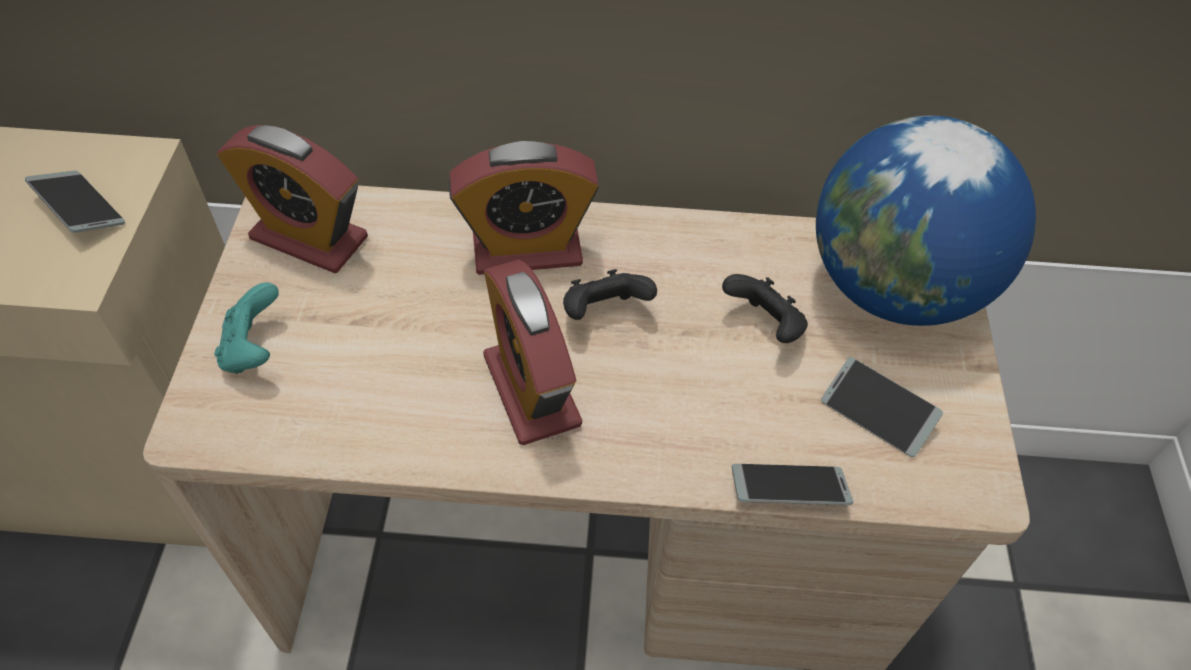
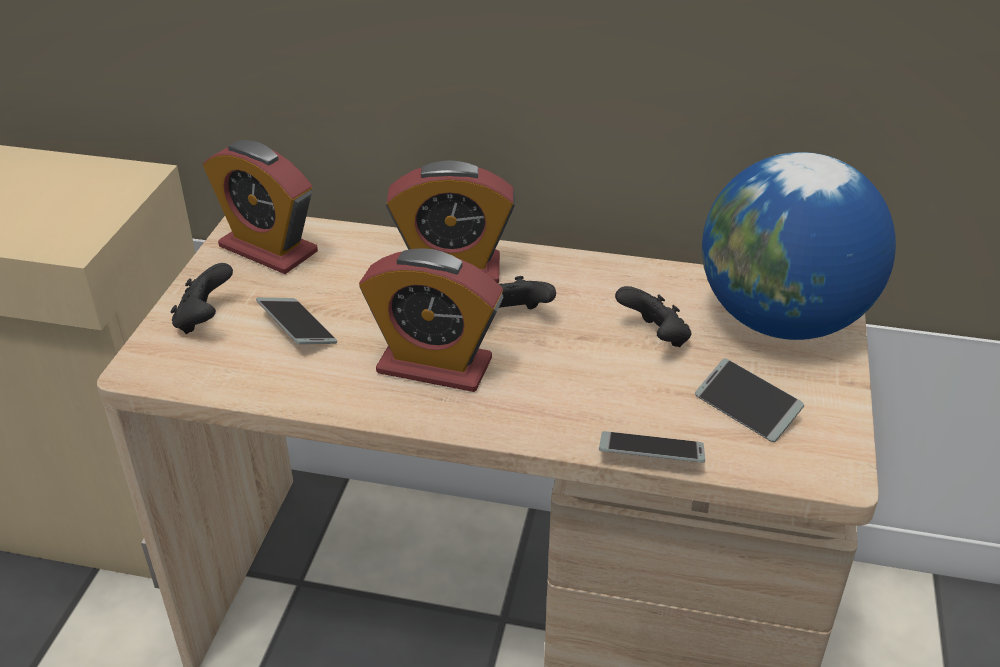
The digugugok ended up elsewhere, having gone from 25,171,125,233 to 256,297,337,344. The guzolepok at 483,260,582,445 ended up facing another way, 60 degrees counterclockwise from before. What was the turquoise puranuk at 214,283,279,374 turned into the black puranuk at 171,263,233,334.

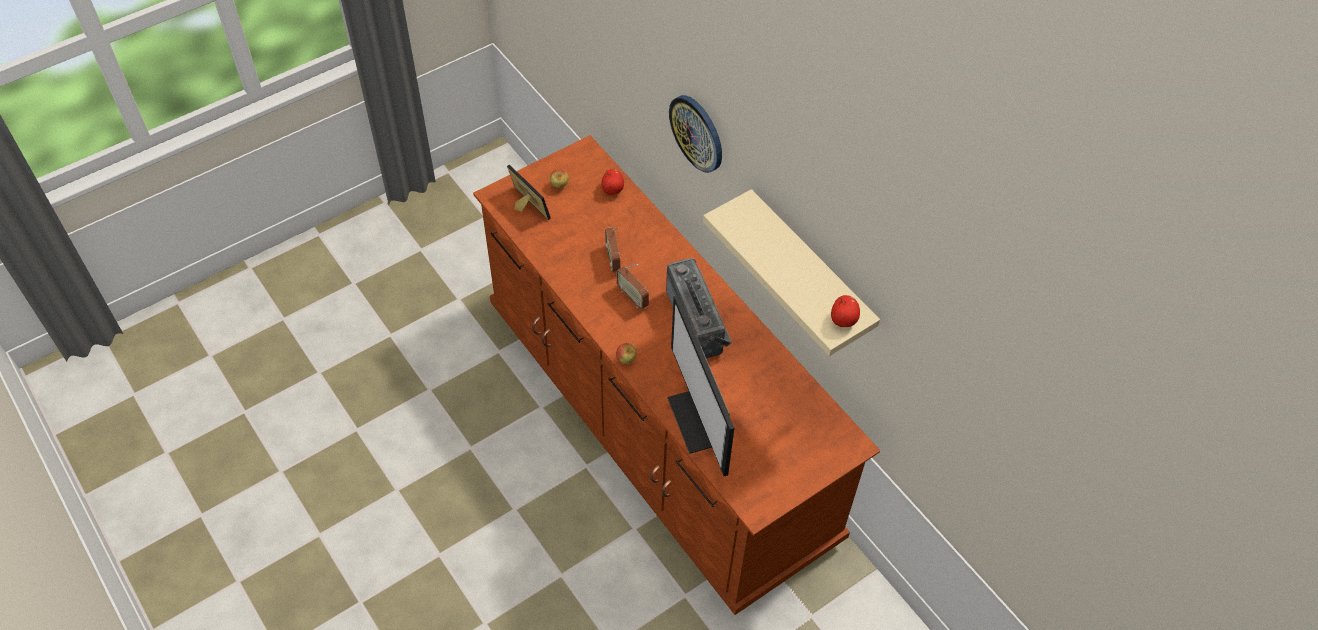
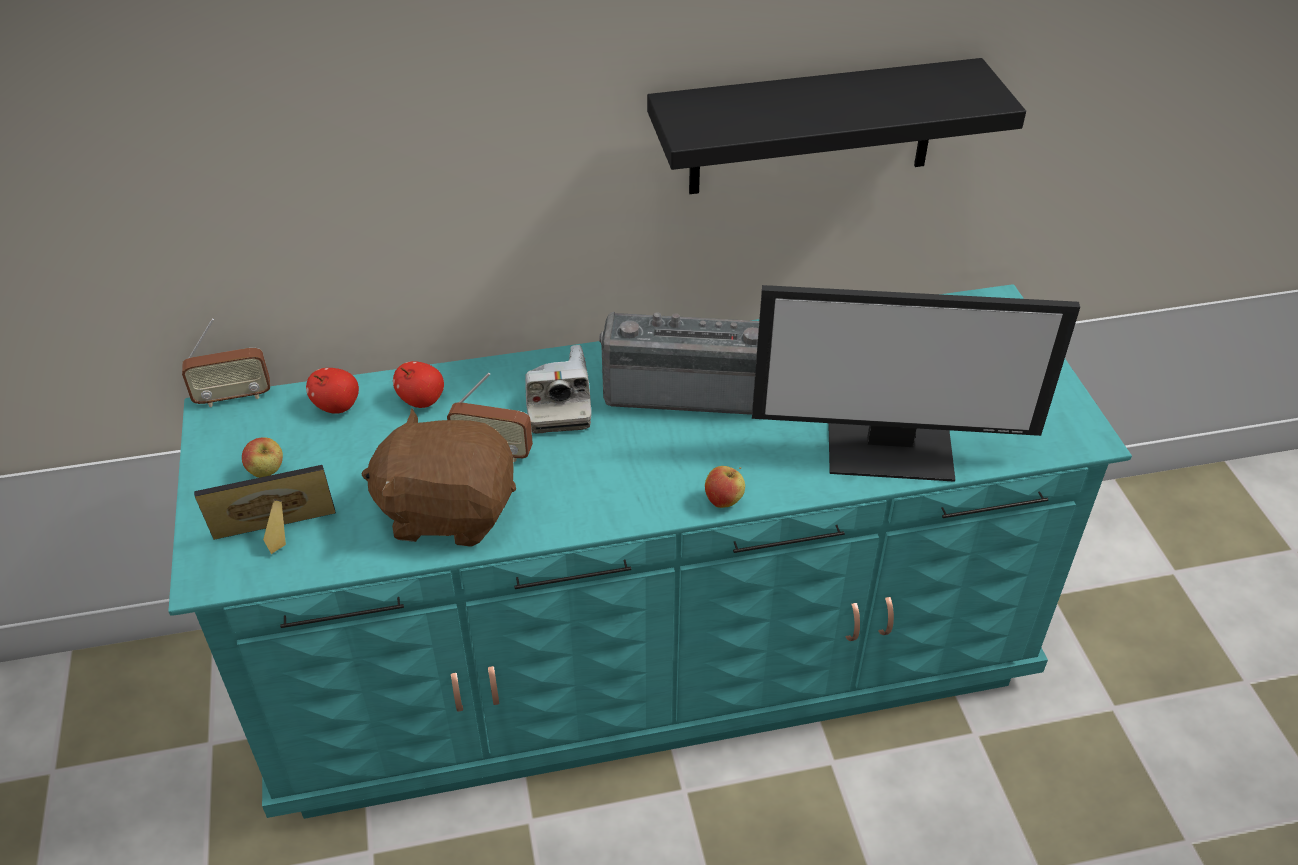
The second view lost the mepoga at 669,95,722,173. What was the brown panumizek at 473,135,880,615 turned into the turquoise panumizek at 168,284,1132,819. What was the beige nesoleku at 703,189,880,356 turned into the black nesoleku at 647,58,1026,194. The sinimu ended up elsewhere, having gone from 617,264,649,310 to 182,319,270,407. The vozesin ended up elsewhere, having gone from 831,295,860,327 to 393,361,444,408. The second view gained the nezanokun at 525,345,592,433. The second view gained the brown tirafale at 362,408,516,547.

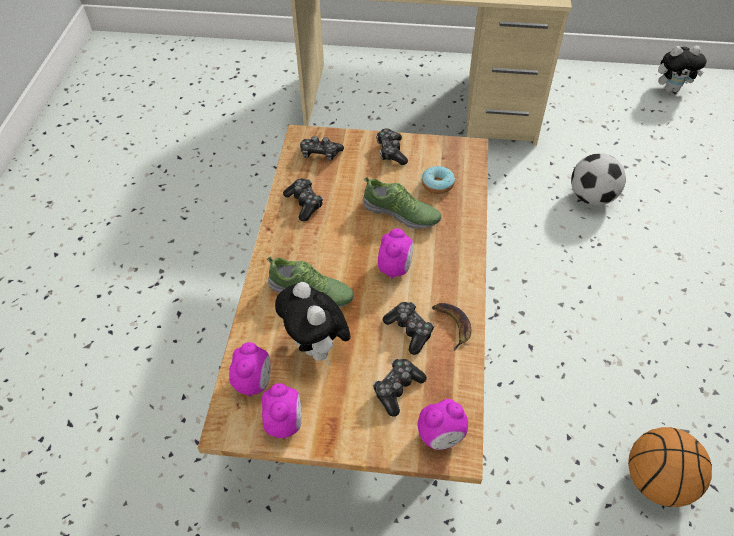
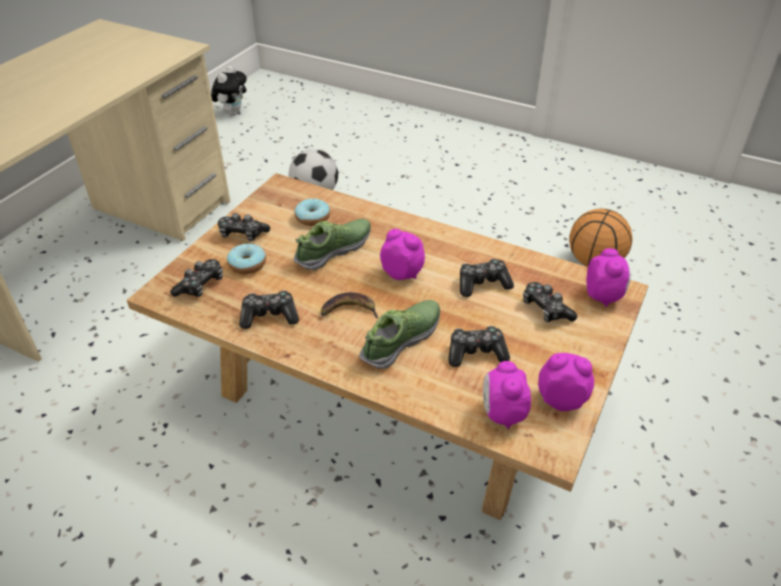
Where the tirafale stood at 275,282,350,365, the puranuk came to stand at 448,326,510,367. The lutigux ended up elsewhere, having gone from 432,303,471,351 to 321,292,378,318. The guzolepok at 229,342,271,397 ended up facing another way, 120 degrees counterclockwise from before. The second view gained the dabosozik at 227,243,266,274.

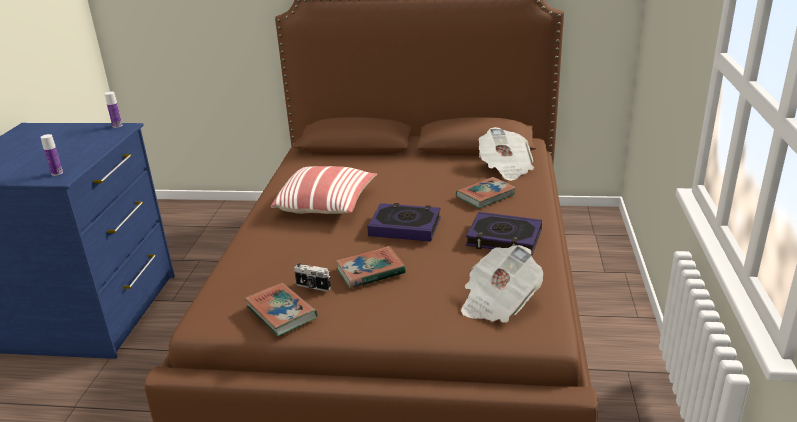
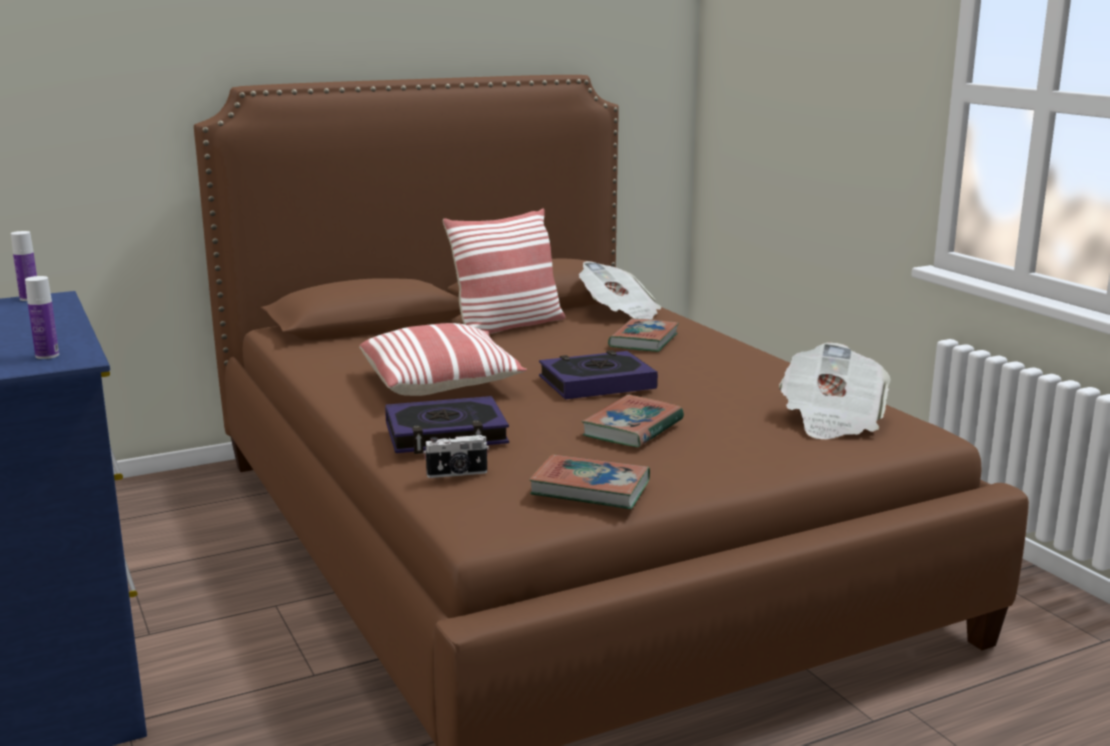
The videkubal ended up elsewhere, having gone from 466,212,542,255 to 385,396,509,454. The nezanokun ended up elsewhere, having gone from 294,263,331,291 to 423,435,489,478. The second view gained the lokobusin at 442,208,565,334.

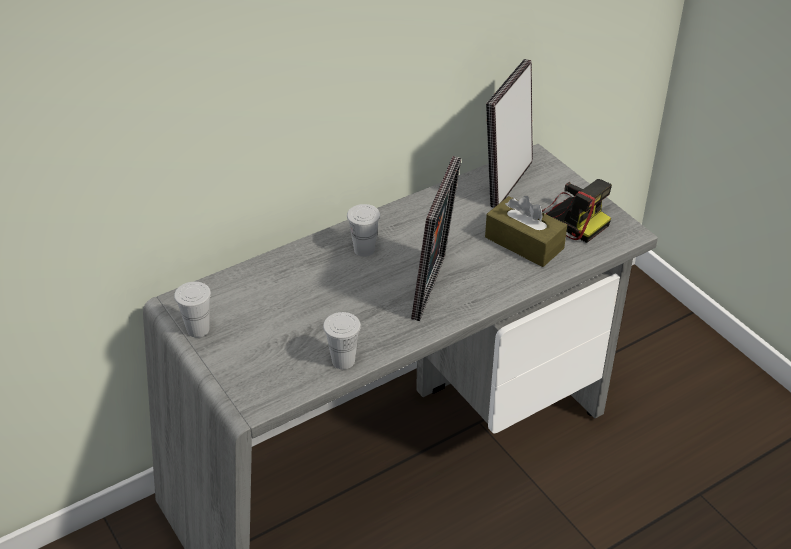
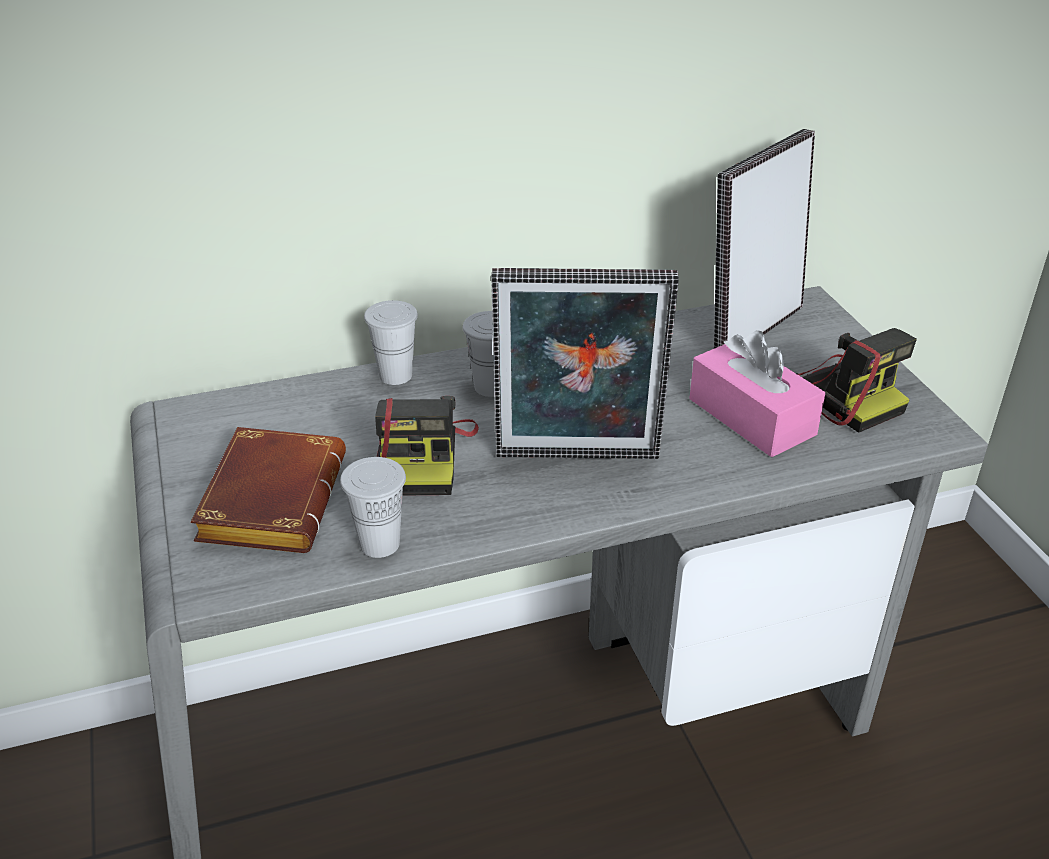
The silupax at 411,156,461,321 ended up facing another way, 60 degrees clockwise from before. What was the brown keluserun at 485,196,567,267 turned into the pink keluserun at 689,330,825,457. The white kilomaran ended up elsewhere, having gone from 174,282,211,338 to 364,300,418,385. The second view gained the nezanokun at 375,396,479,496. The second view gained the brown videkubal at 191,427,346,553.

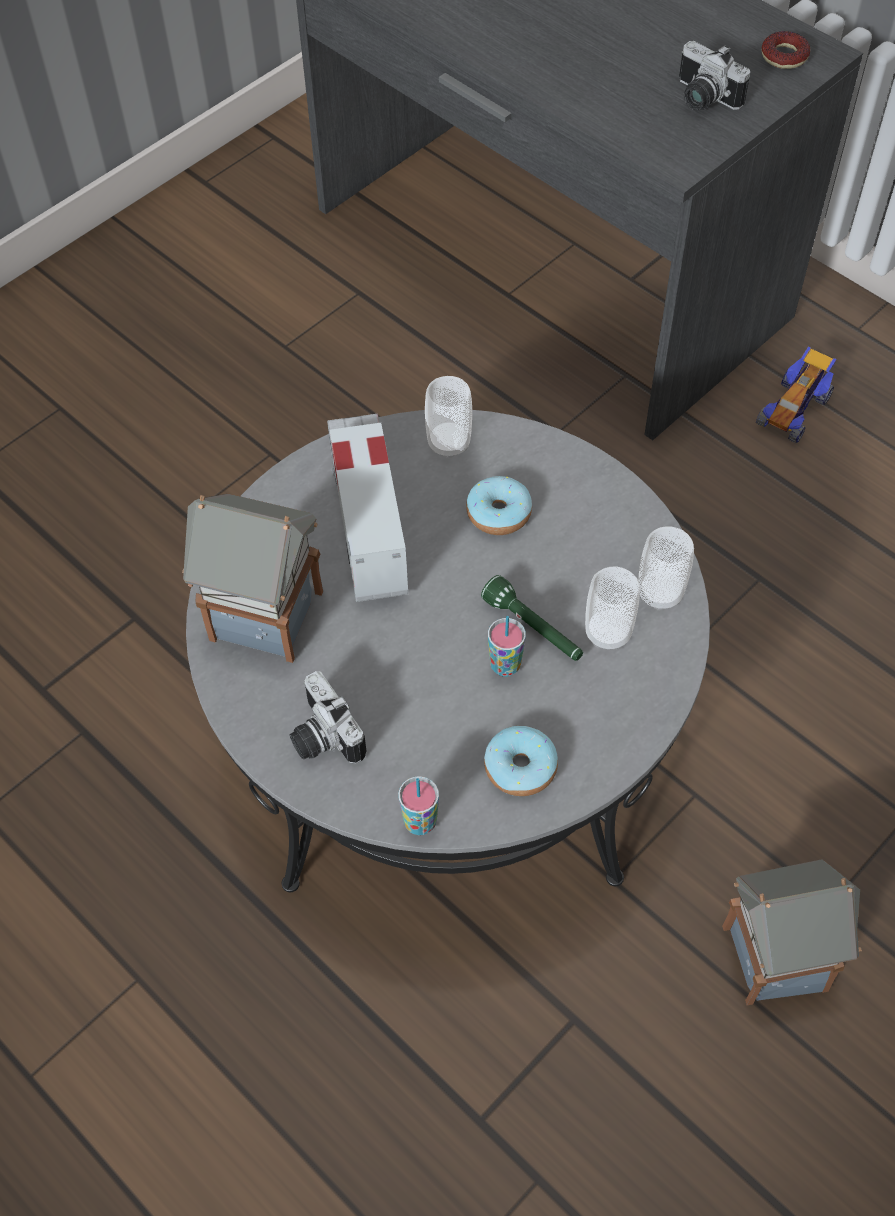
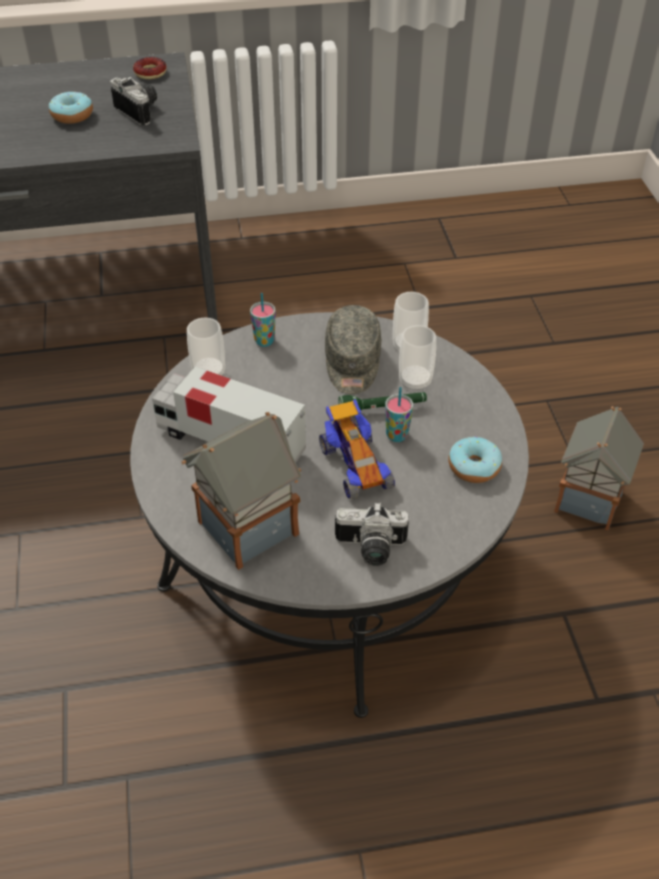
The nezanokun at 679,41,750,110 ended up facing another way, 120 degrees counterclockwise from before. The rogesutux ended up elsewhere, having gone from 756,347,837,443 to 319,399,395,499. The dabosozik ended up elsewhere, having gone from 466,476,532,535 to 49,92,93,124. The kilomaran ended up elsewhere, having gone from 398,776,439,835 to 250,293,275,347. The second view gained the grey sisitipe at 325,305,381,394.

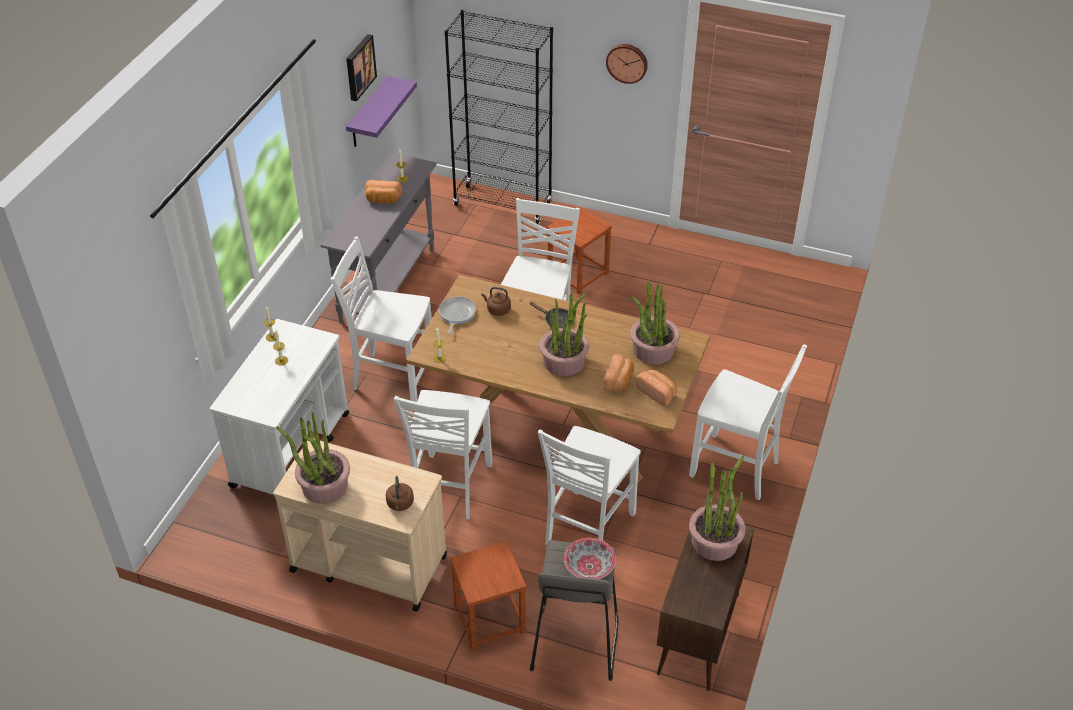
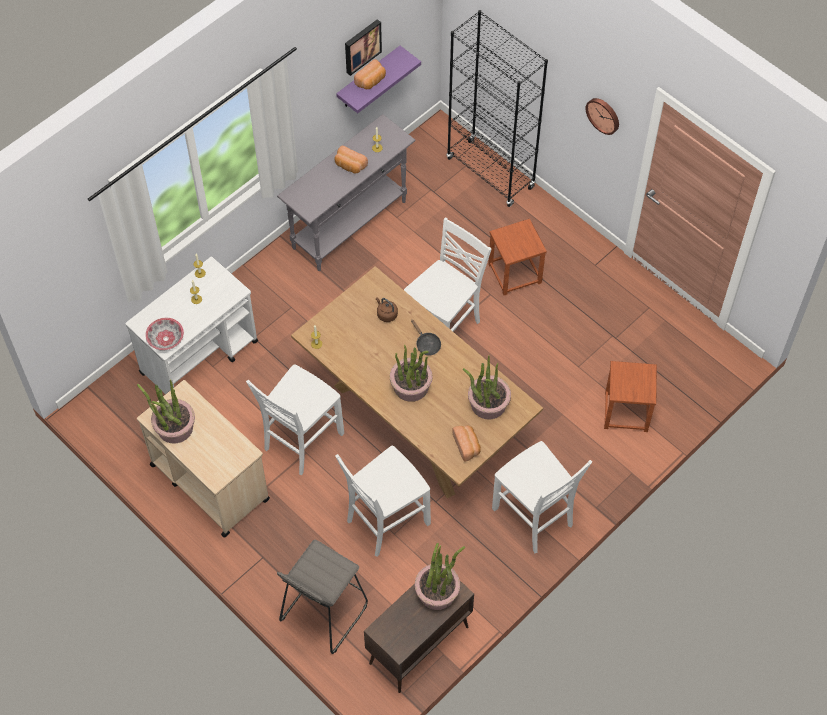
The second view lost the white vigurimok at 331,237,432,402. The second view lost the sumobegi at 439,297,476,334. The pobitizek ended up elsewhere, having gone from 603,354,634,392 to 354,59,386,89. The second view lost the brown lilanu at 386,476,414,511. The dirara ended up elsewhere, having gone from 564,538,616,579 to 145,318,184,350. The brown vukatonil ended up elsewhere, having gone from 450,541,527,649 to 604,361,657,432.

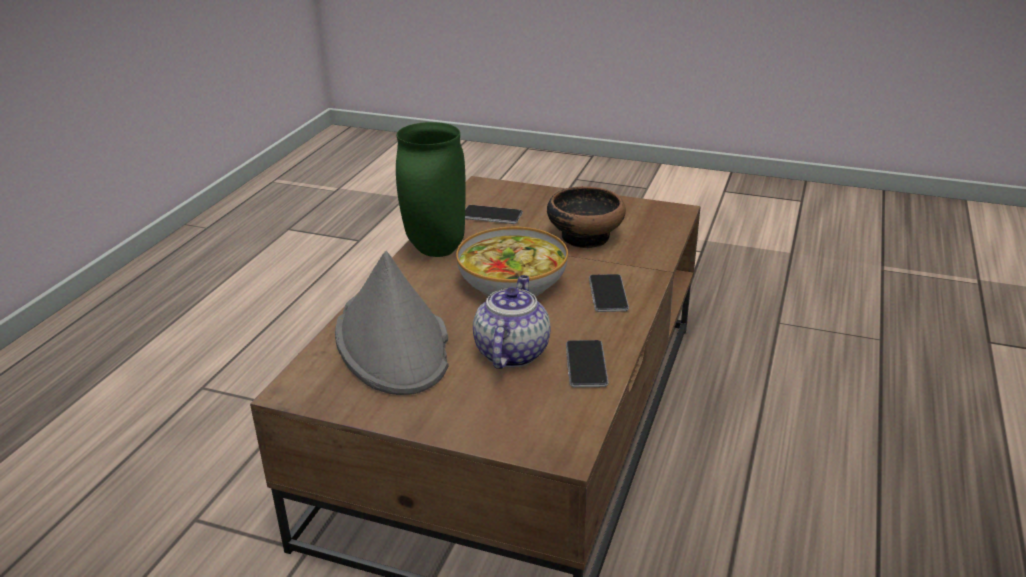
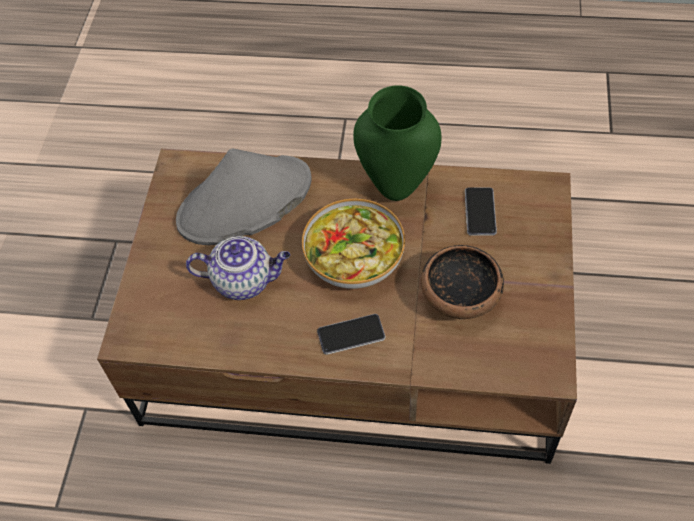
The second view lost the digugugok at 566,340,609,388.

